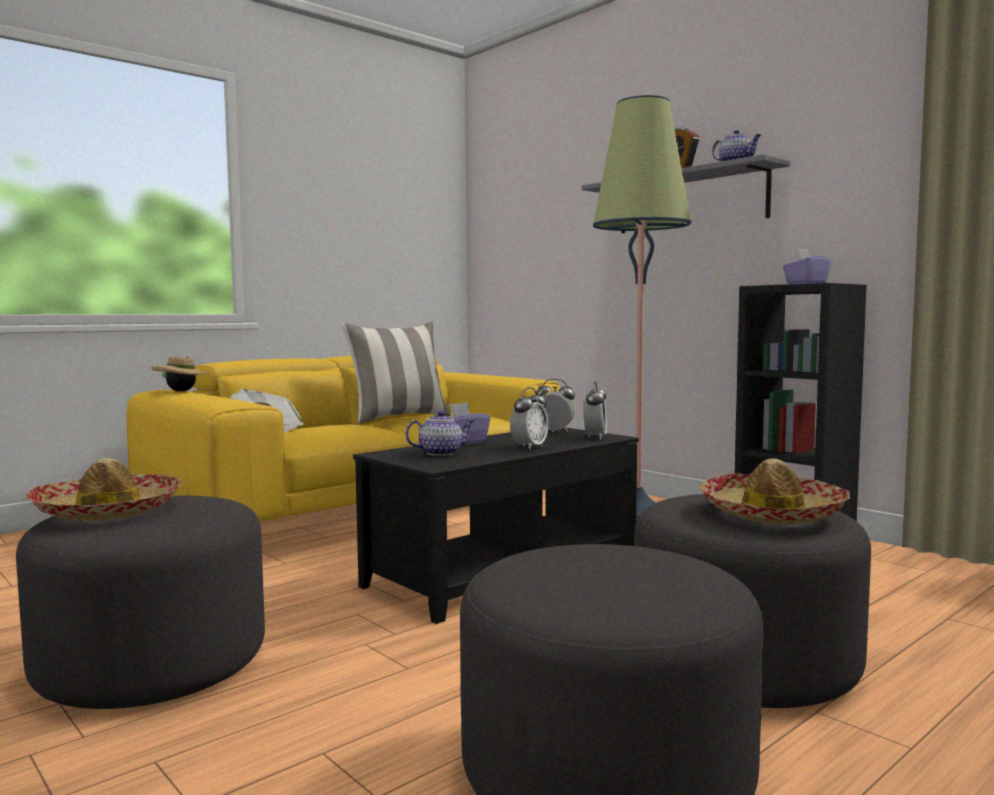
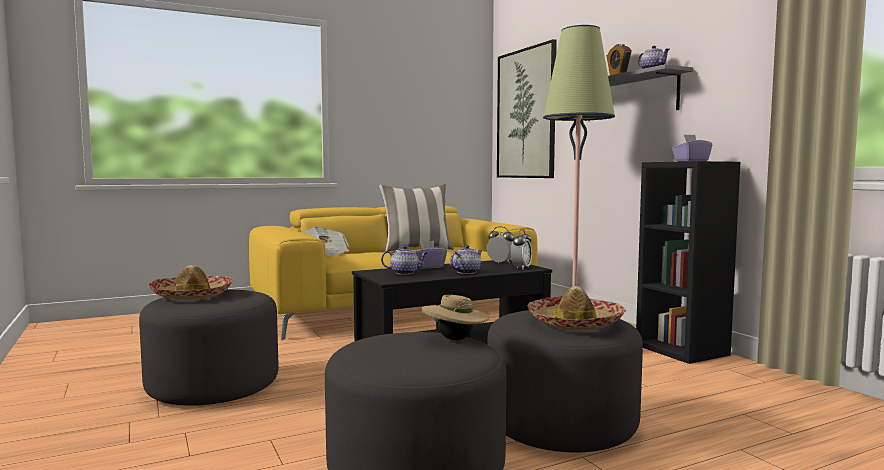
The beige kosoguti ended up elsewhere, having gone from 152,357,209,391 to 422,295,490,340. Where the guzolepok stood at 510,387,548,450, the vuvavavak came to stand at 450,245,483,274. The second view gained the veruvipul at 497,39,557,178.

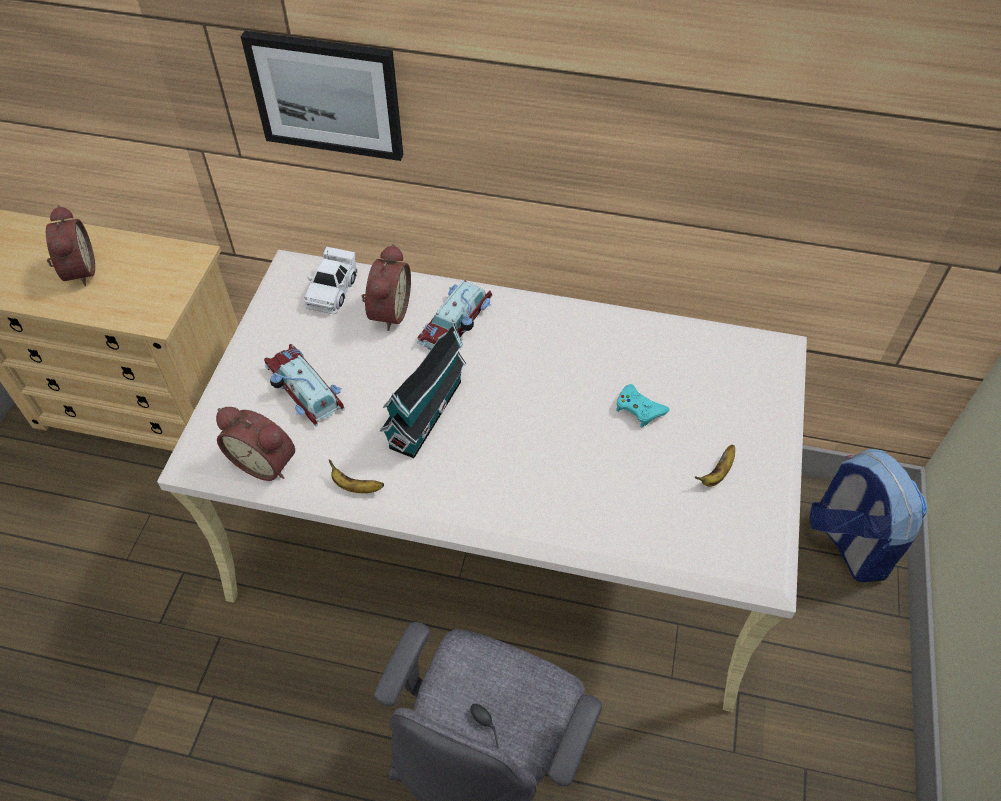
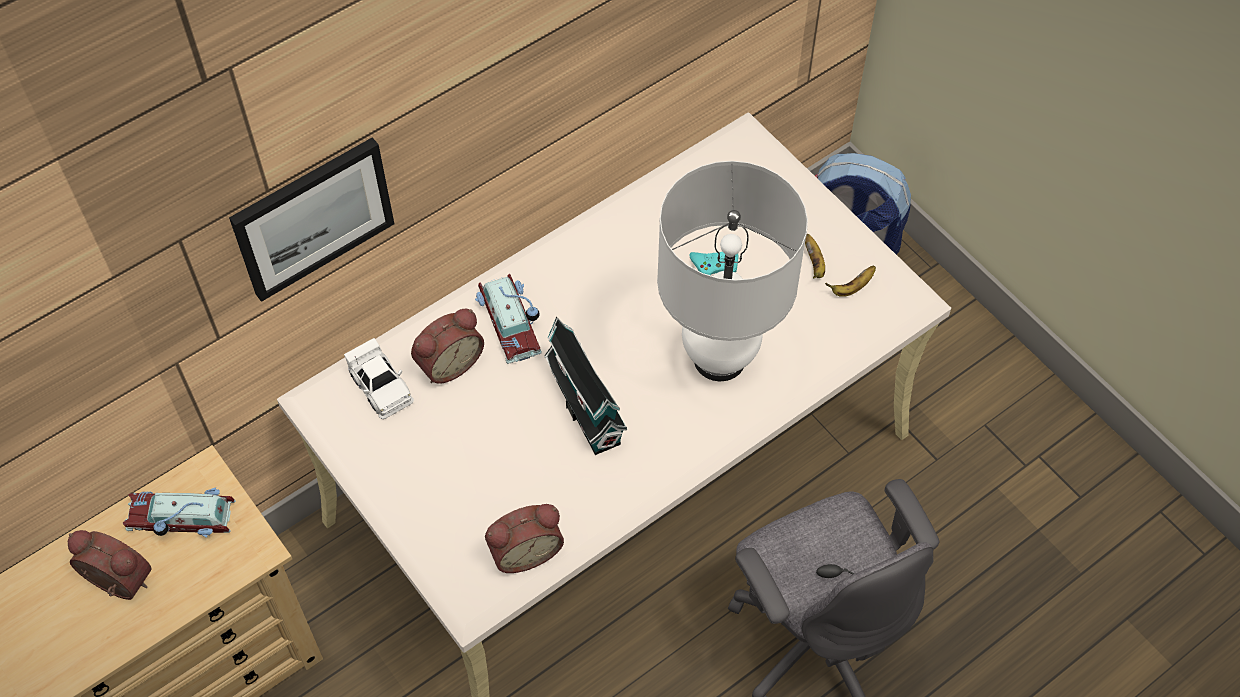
The guzolepok at 362,244,411,331 ended up facing another way, 90 degrees clockwise from before. The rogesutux ended up elsewhere, having gone from 264,344,345,427 to 123,487,236,537. The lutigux ended up elsewhere, having gone from 329,460,384,493 to 825,266,876,297. The second view gained the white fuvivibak at 657,161,808,382.

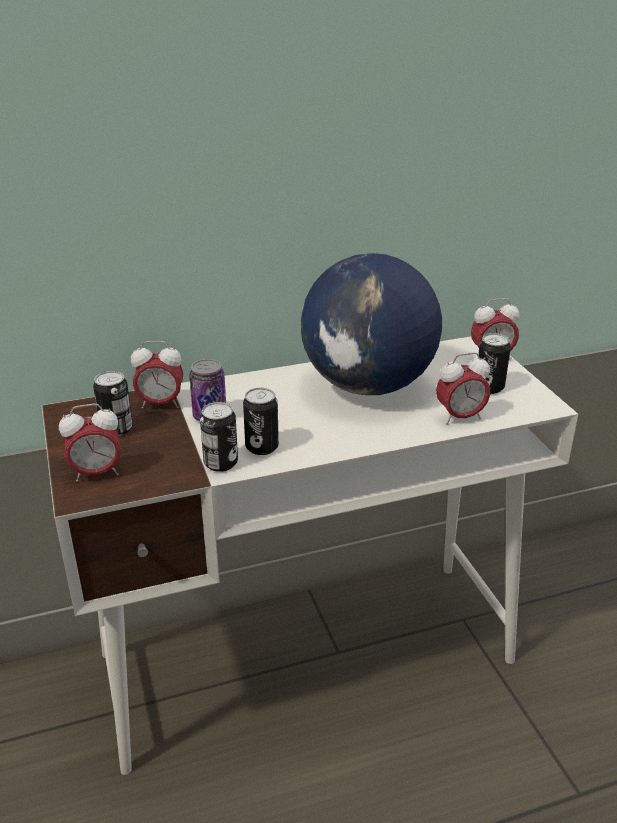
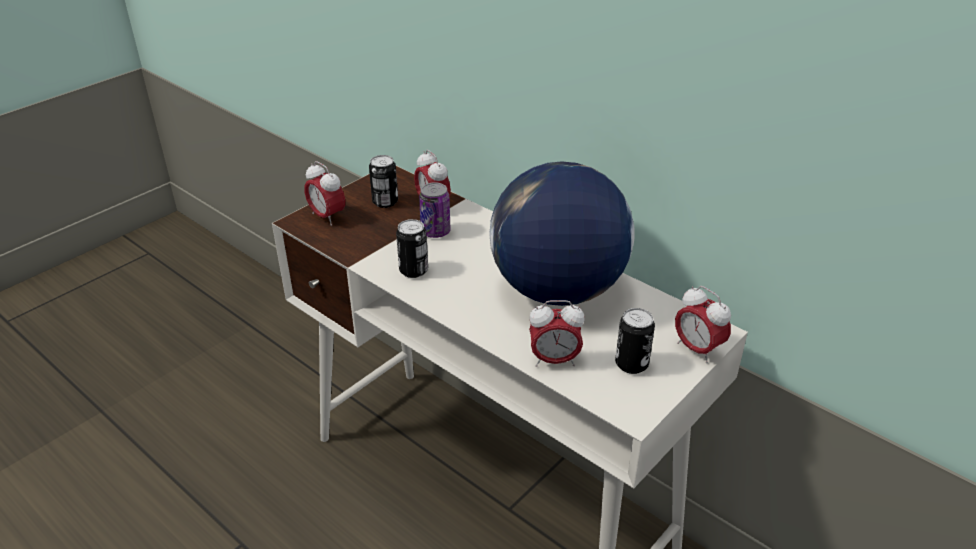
The guzolepok at 436,352,491,424 ended up facing another way, 45 degrees counterclockwise from before. The second view lost the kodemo at 200,402,238,472.

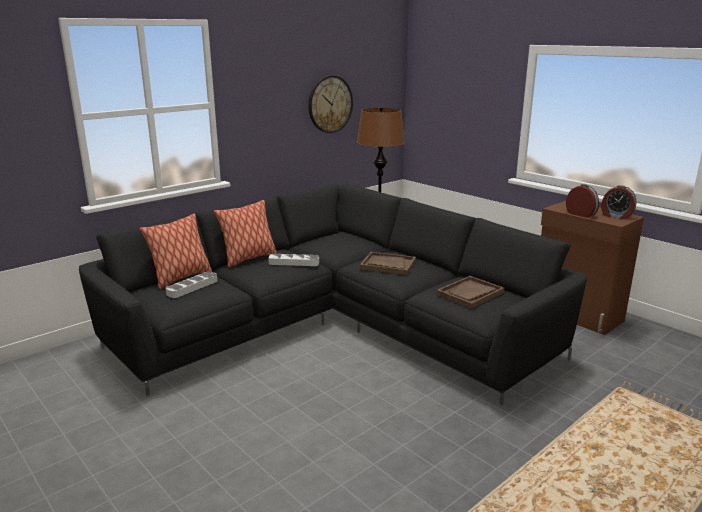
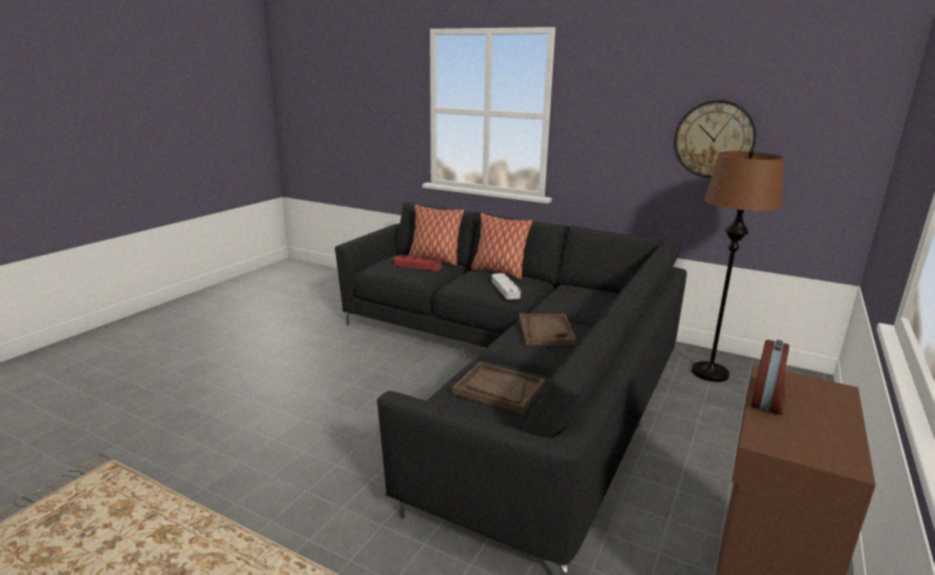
The second view lost the guzolepok at 601,185,637,220. What was the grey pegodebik at 166,271,217,298 turned into the red pegodebik at 393,256,442,271.

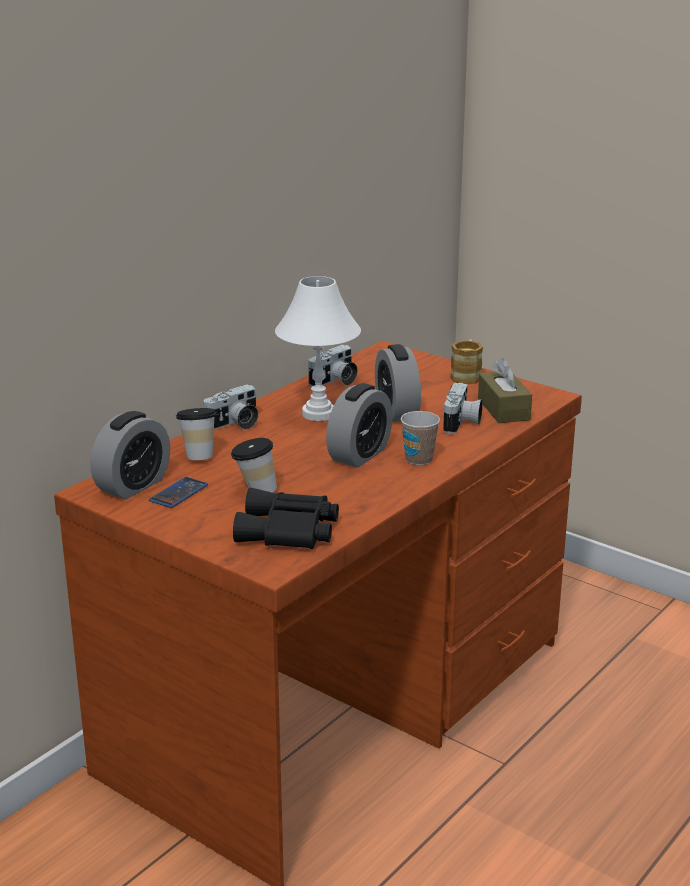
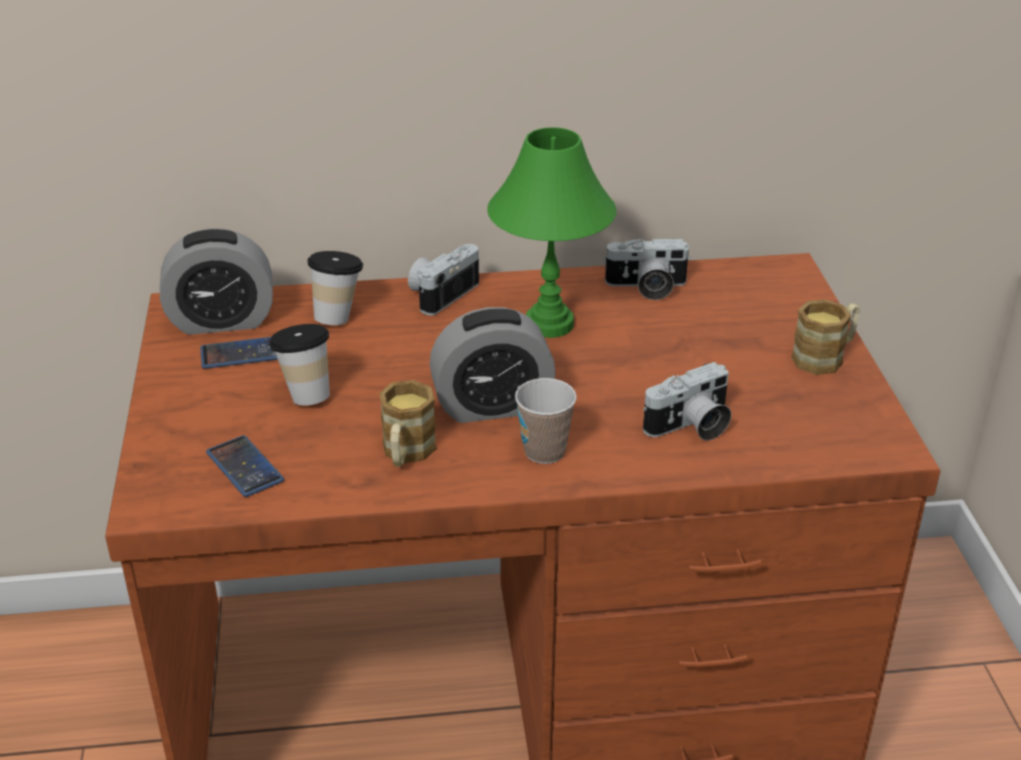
What was the white fuvivibak at 275,276,361,421 turned into the green fuvivibak at 487,127,616,338. The second view lost the guzolepok at 375,344,421,422. The second view lost the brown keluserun at 478,358,532,423. The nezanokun at 203,384,259,430 ended up facing another way, 120 degrees clockwise from before. Where the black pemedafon stood at 233,488,339,549, the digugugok came to stand at 206,435,284,497. The second view gained the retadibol at 379,380,437,466.

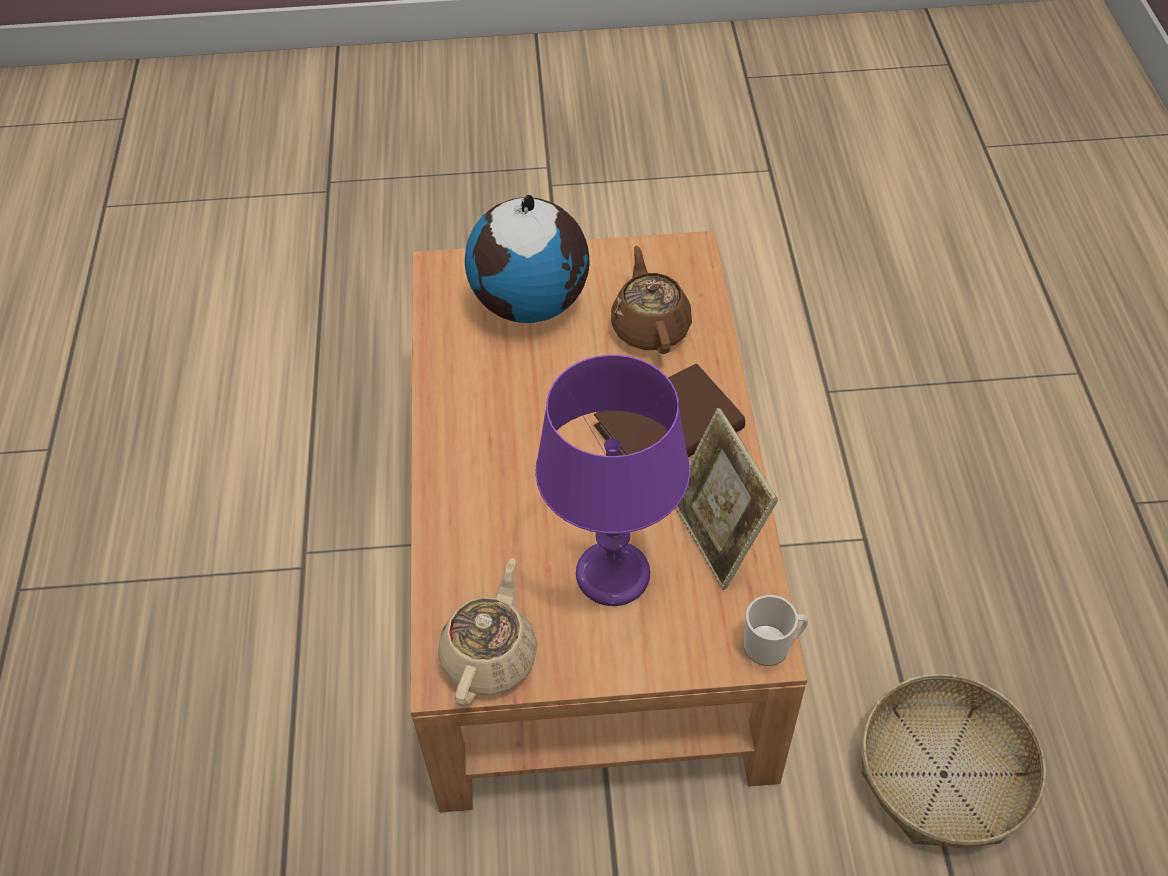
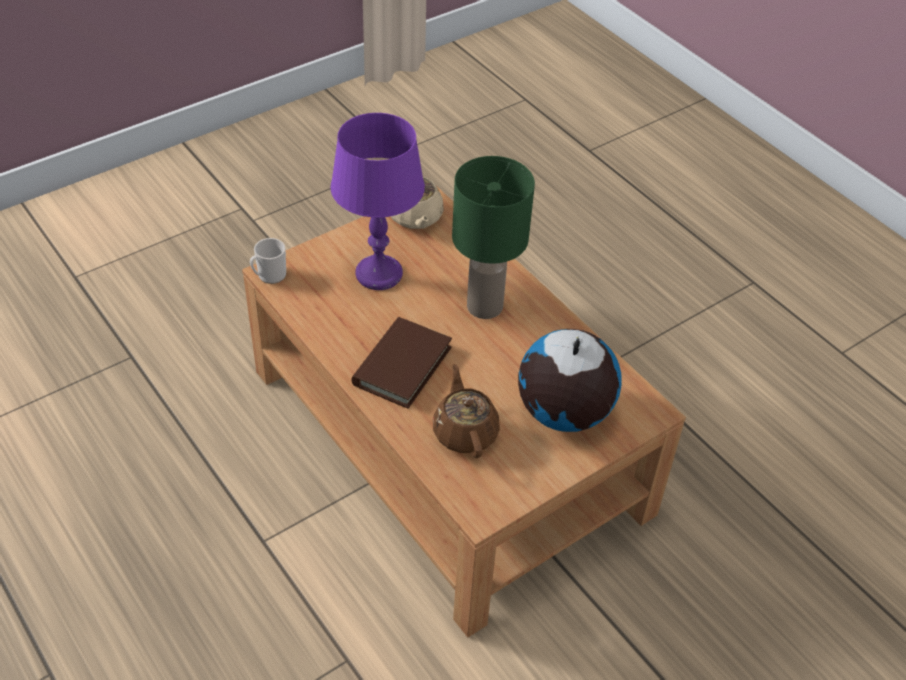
The brown vuvavavak at 611,246,692,354 ended up facing another way, 150 degrees counterclockwise from before. The second view lost the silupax at 675,408,778,590. The second view lost the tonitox at 862,674,1046,848. The second view gained the green fuvivibak at 452,156,535,319.

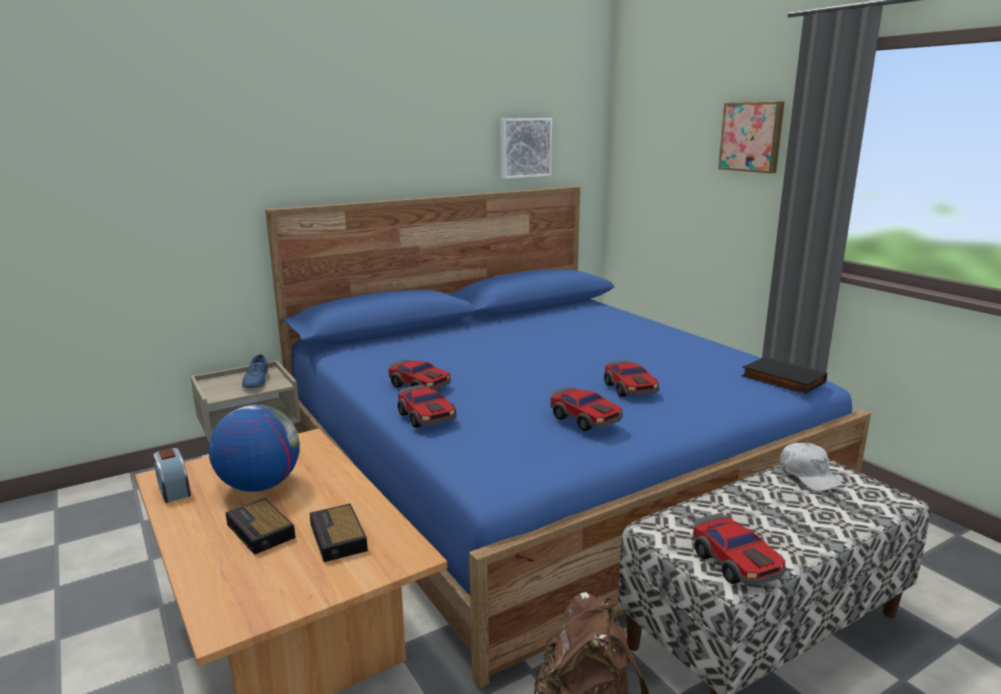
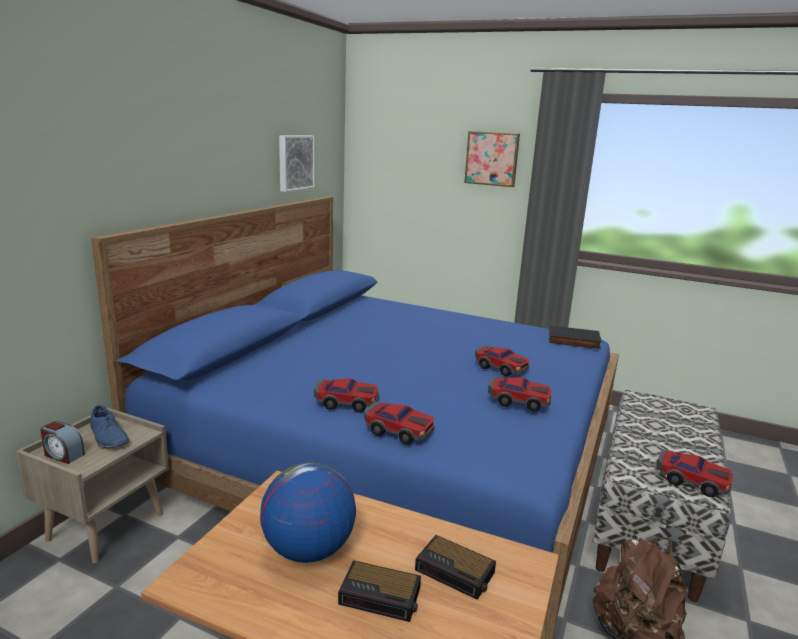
The second view lost the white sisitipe at 780,443,844,491. The guzolepok ended up elsewhere, having gone from 153,448,191,503 to 40,421,85,464.

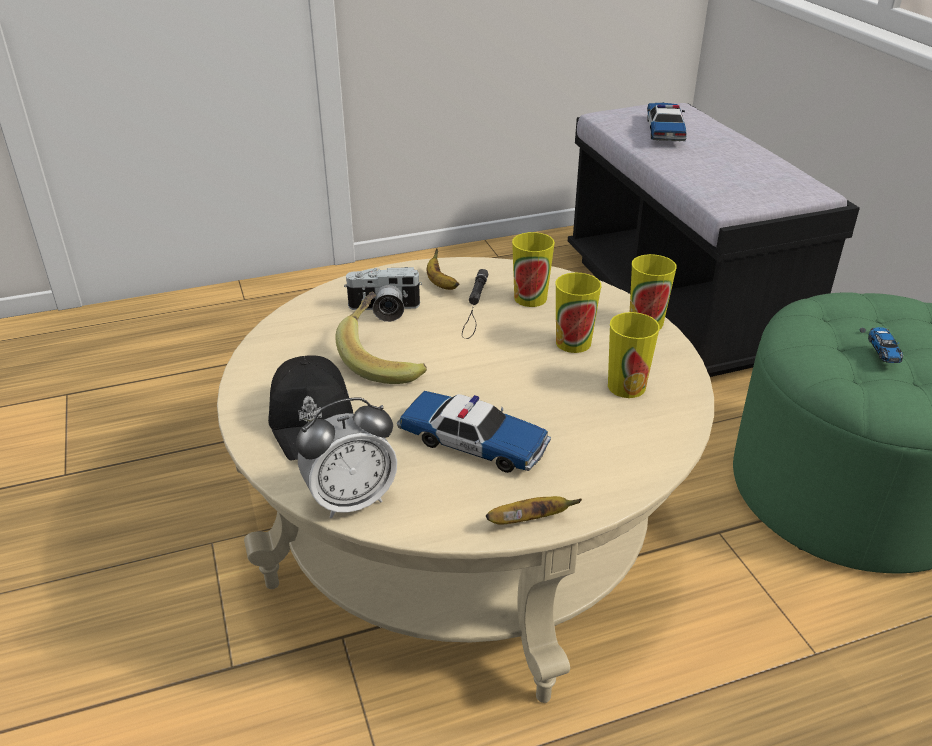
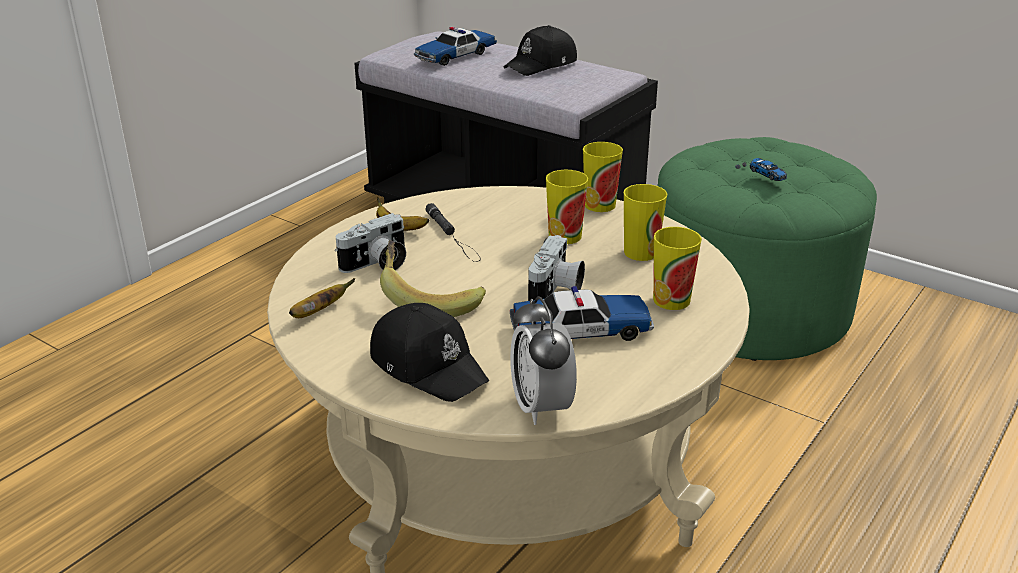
The rogesutux at 647,103,687,142 ended up facing another way, 105 degrees counterclockwise from before. The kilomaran ended up elsewhere, having gone from 512,232,555,307 to 653,227,702,310. The guzolepok at 296,397,397,518 ended up facing another way, 135 degrees clockwise from before. The lutigux ended up elsewhere, having gone from 486,496,582,525 to 289,278,355,318. The second view gained the black sisitipe at 504,25,577,76. The second view gained the nezanokun at 528,235,585,301.

